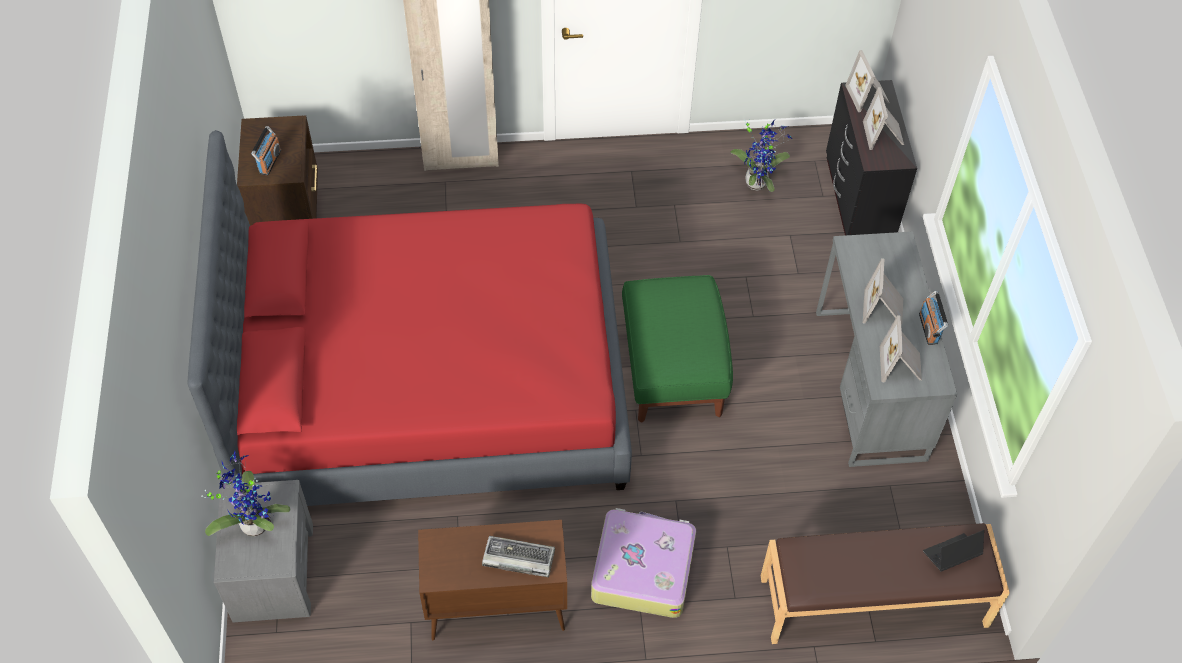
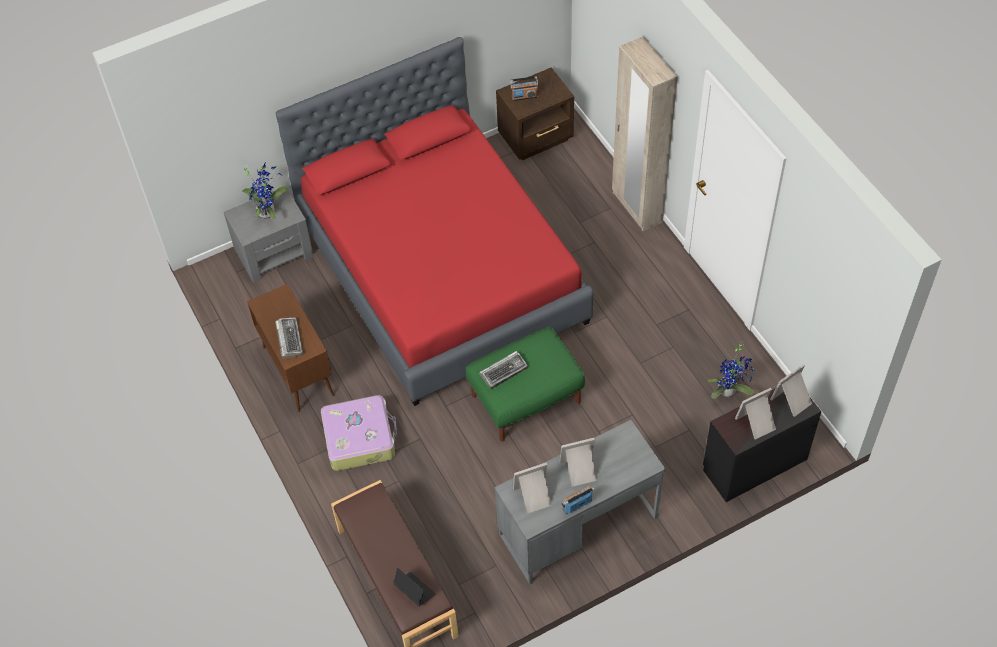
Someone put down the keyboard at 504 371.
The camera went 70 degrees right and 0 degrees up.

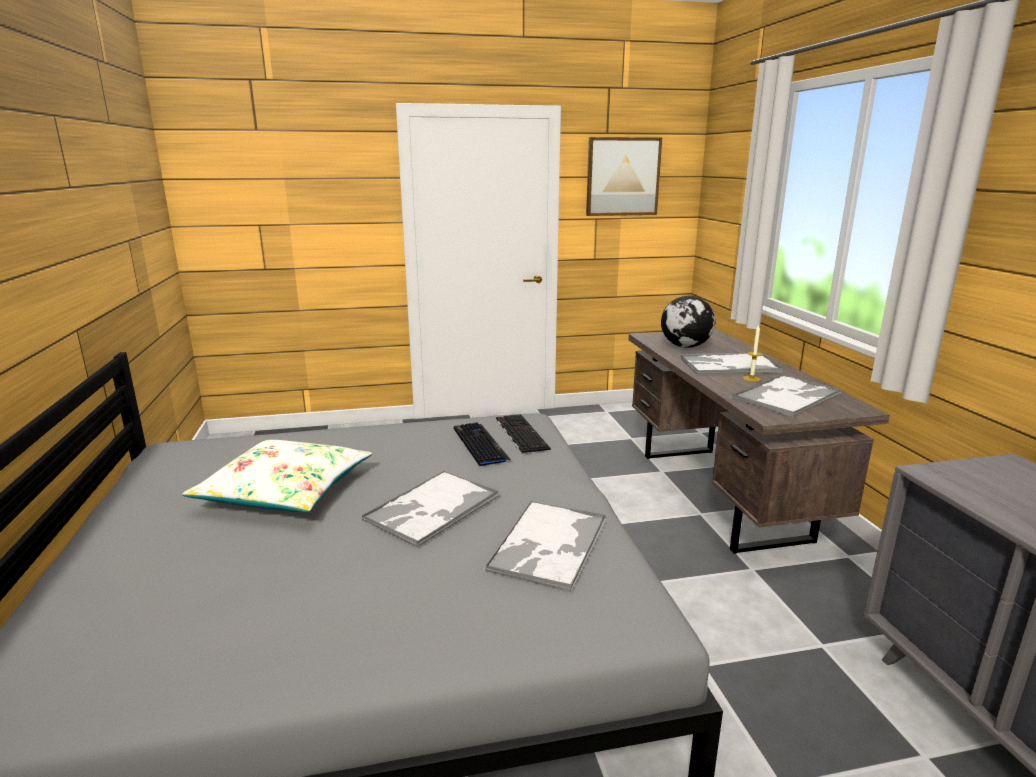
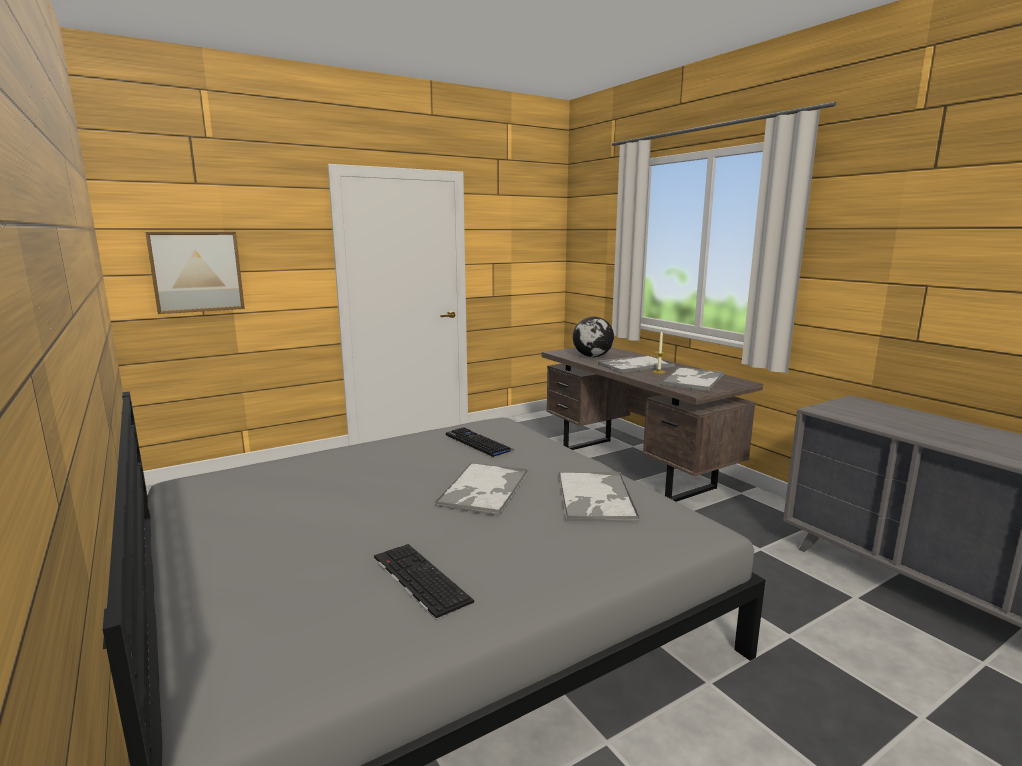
Someone carried the picture from 622 177 to 197 271.
Someone carried the keyboard from 520 433 to 418 579.
Someone took away the white pillow at 286 491.
The camera went 20 degrees left and 5 degrees down.

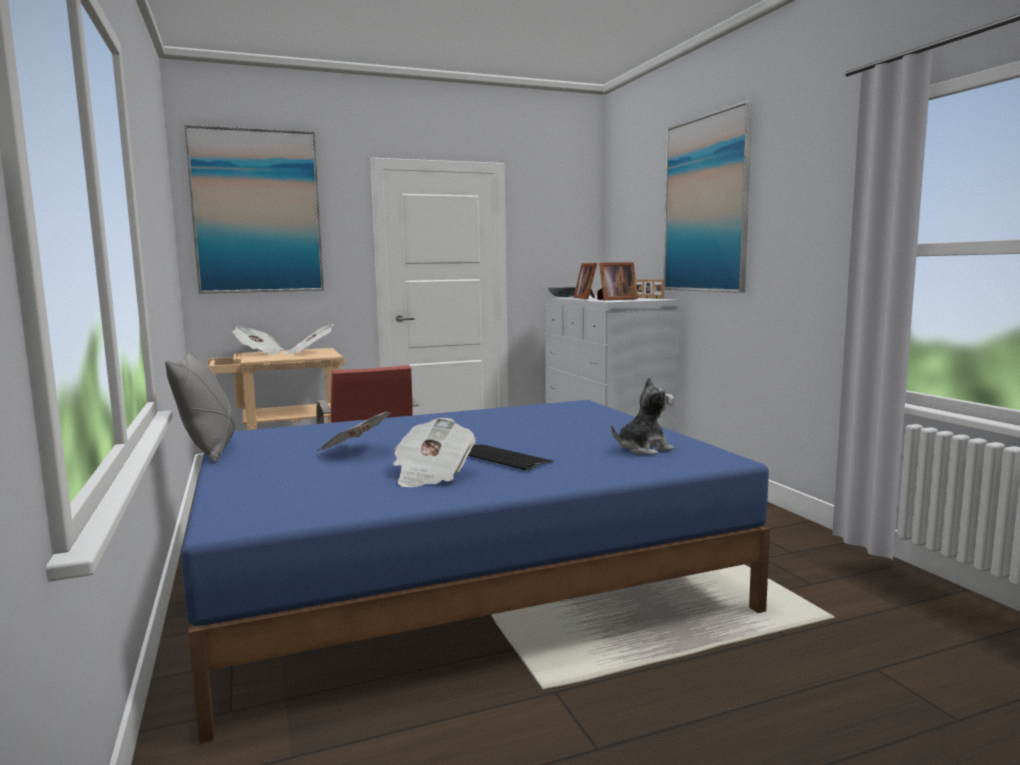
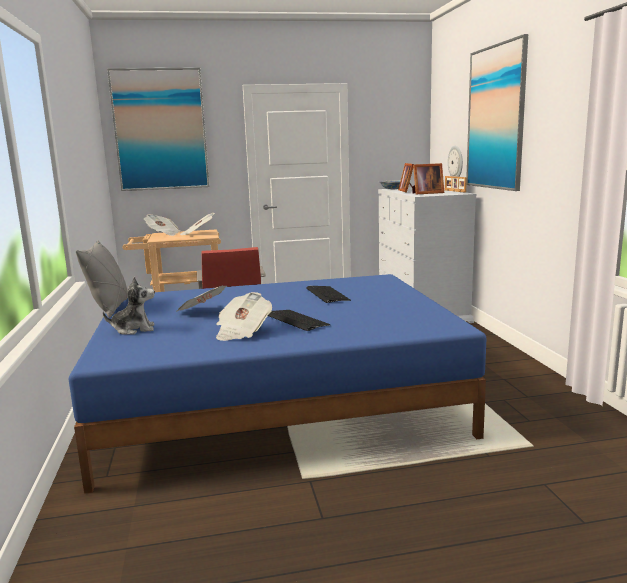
Someone carried the plush toy from 643 449 to 134 329.
Someone put down the keyboard at 327 295.
Someone put up the wall clock at 456 162.
The camera went 10 degrees right and 5 degrees up.

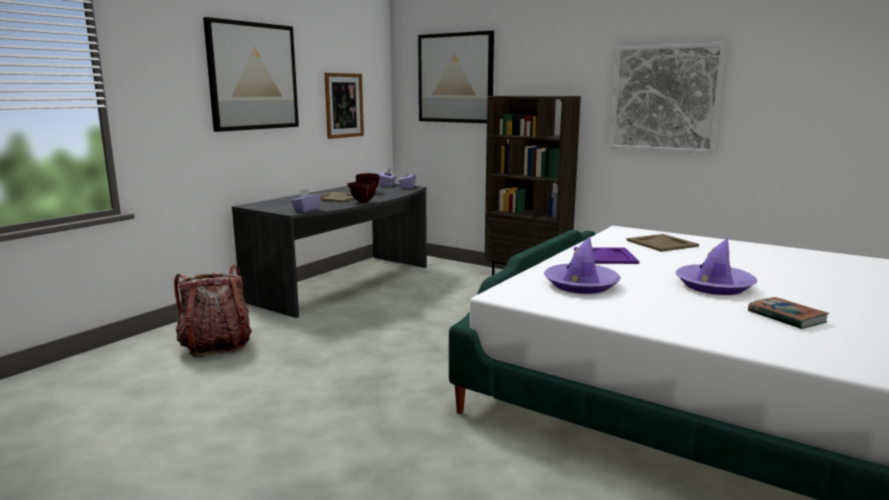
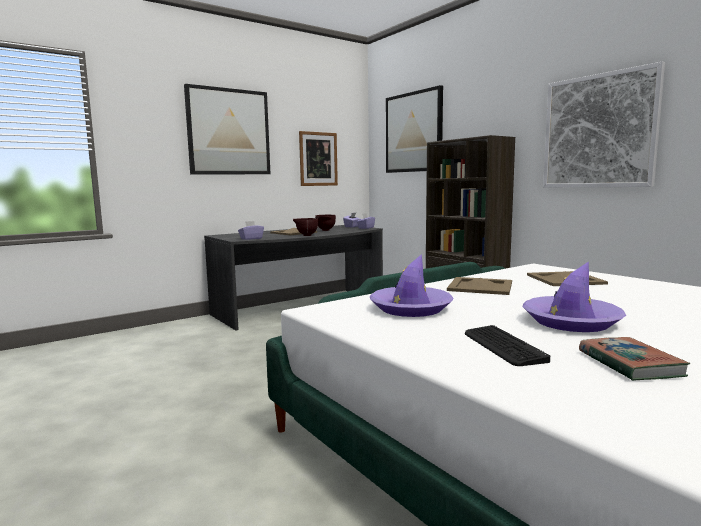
Someone repainted the purple tray at 604 256, which became the beige tray at 480 286.
Someone put down the keyboard at 502 346.
Someone took away the backpack at 216 345.
The camera went 20 degrees right and 5 degrees down.

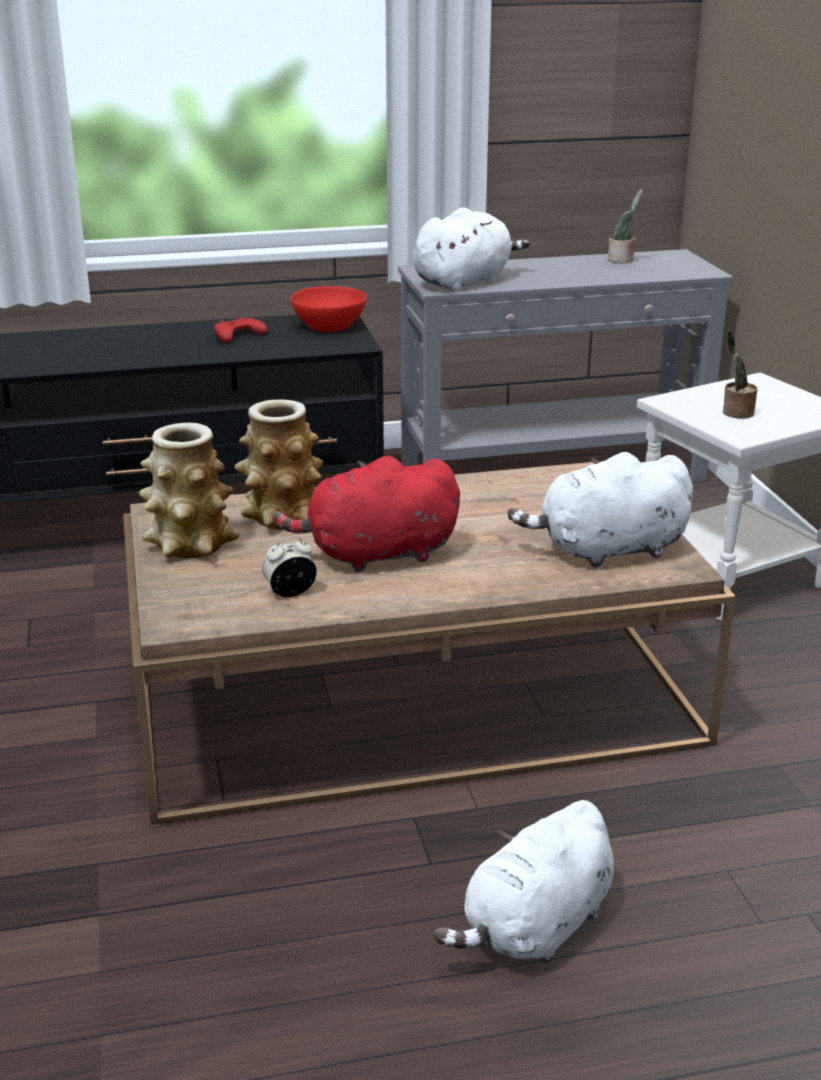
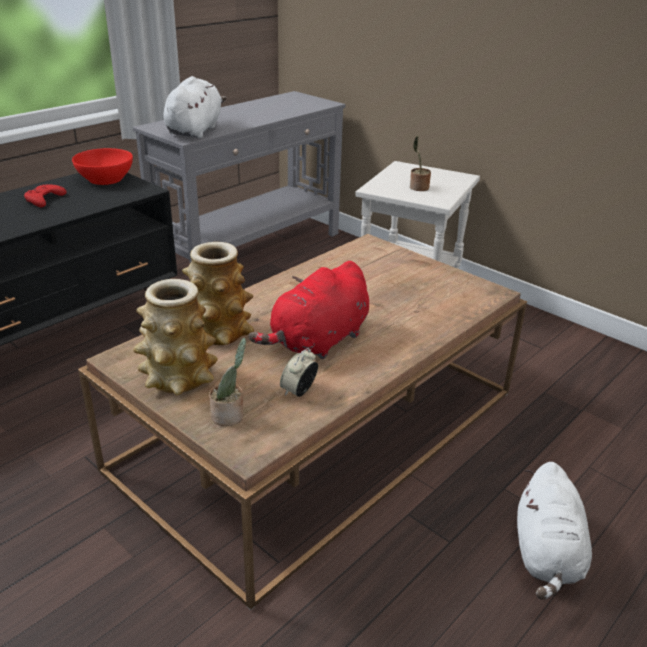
Someone carried the potted plant from 622 260 to 230 415.
Someone took away the white plush toy at 607 551.
The camera went 35 degrees left and 5 degrees up.

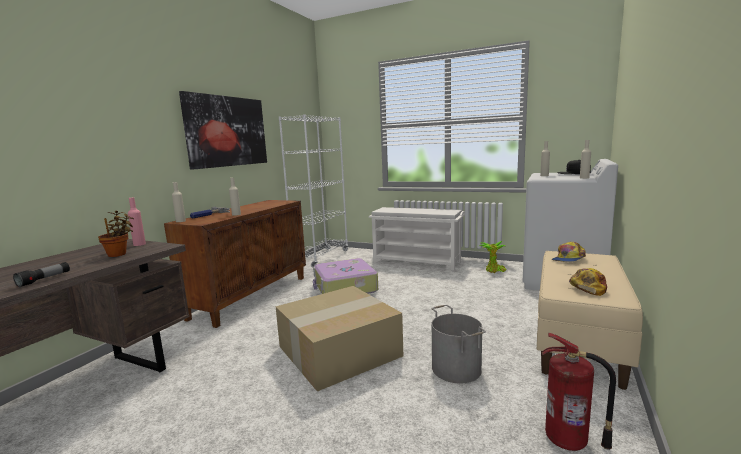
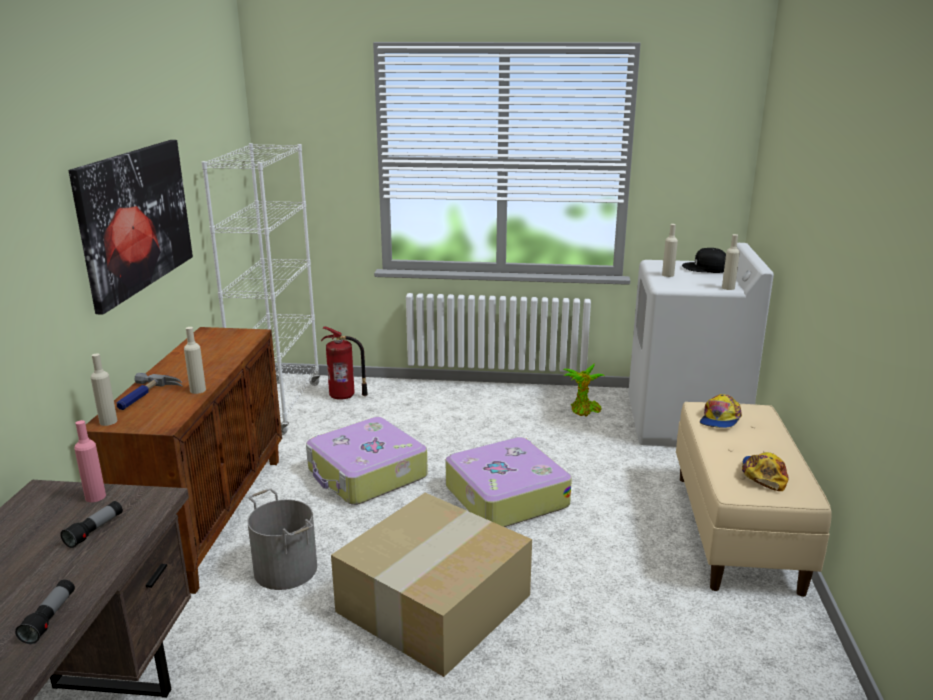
Someone swapped the potted plant at 119 254 for the flashlight at 95 531.
Someone carried the grey bucket from 455 369 to 284 570.
Someone carried the fire extinguisher from 569 441 to 344 396.
Someone put down the suitcase at 505 496.
Someone took away the white shoe rack at 417 261.
The camera went 20 degrees left and 10 degrees up.

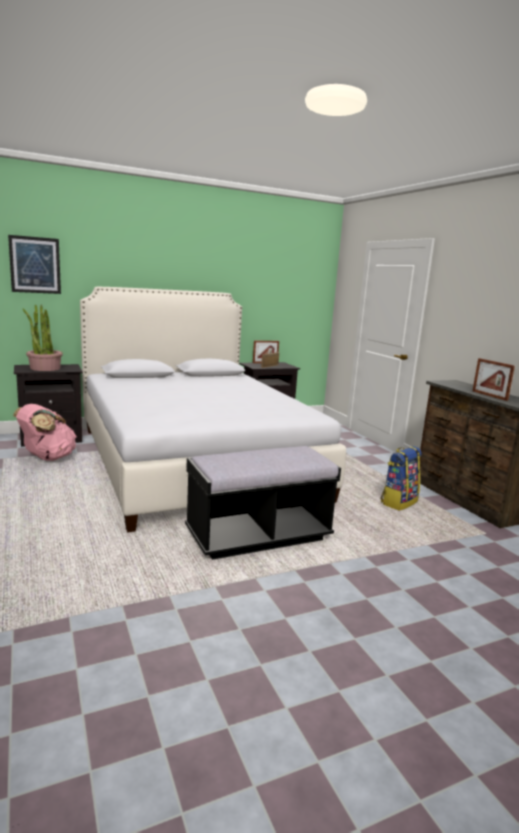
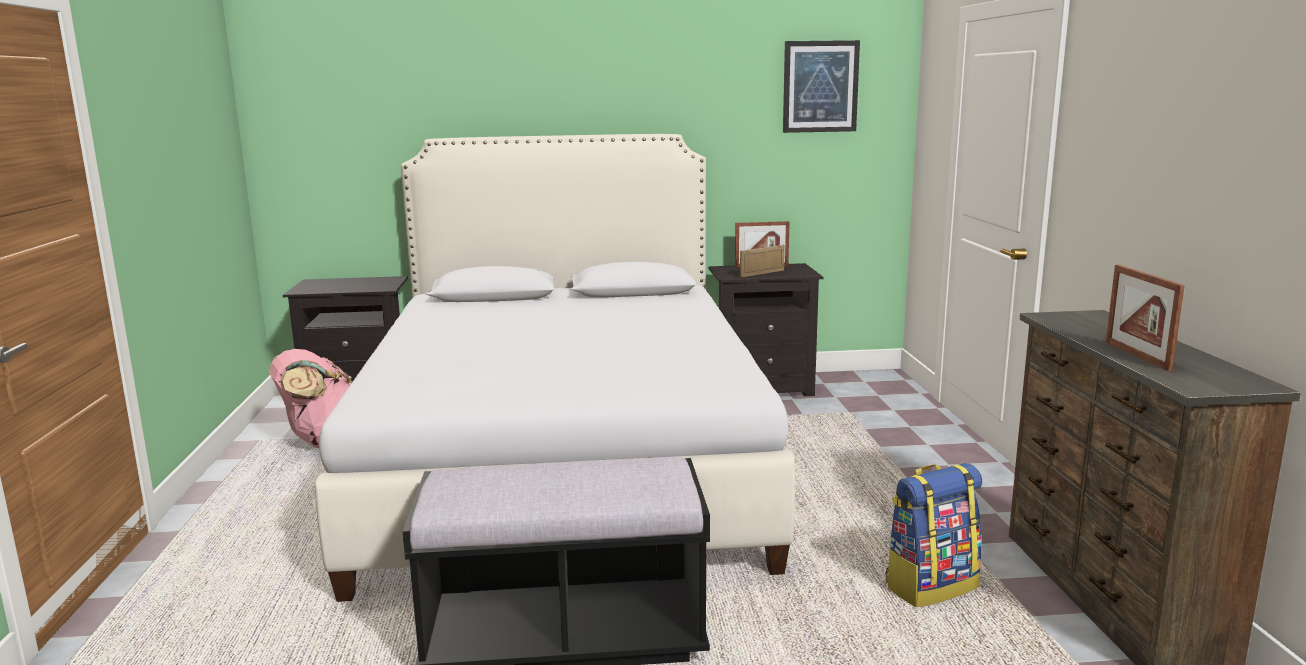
Someone carried the picture from 35 265 to 820 86.
Someone took away the potted plant at 45 368.
The camera went 20 degrees right and 0 degrees up.

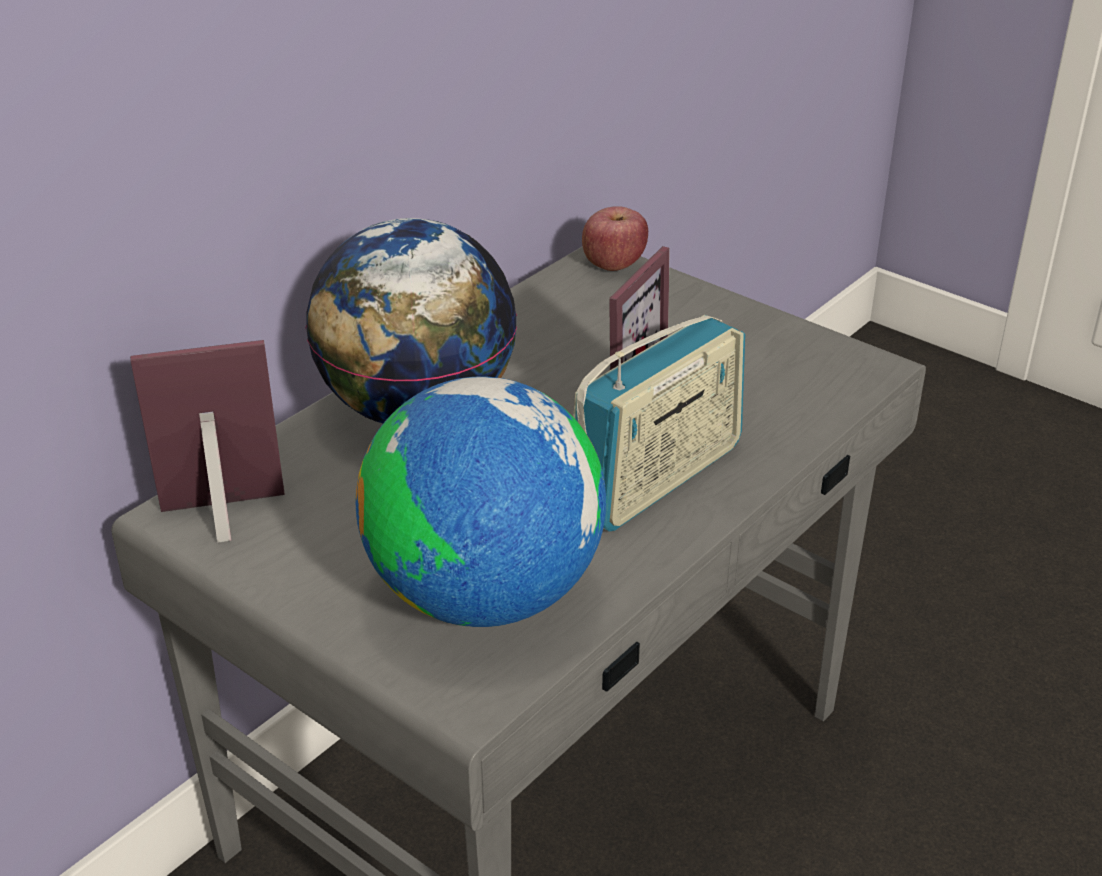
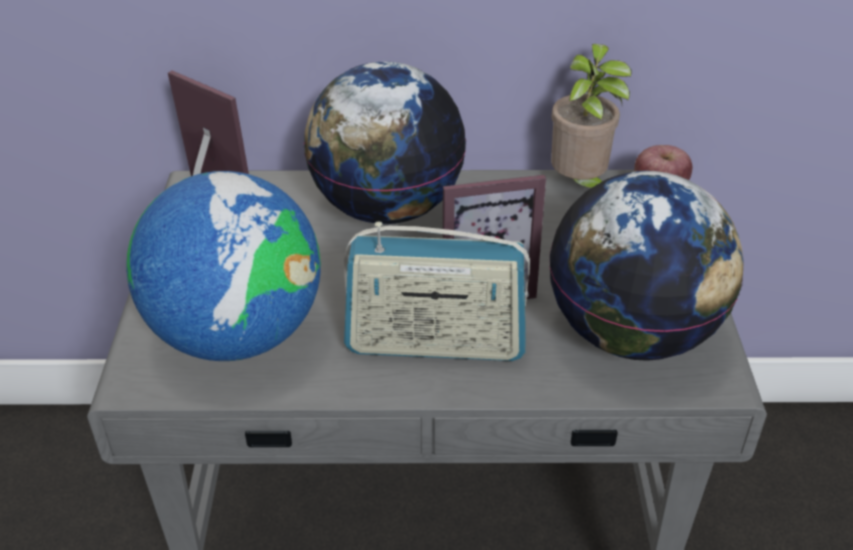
Someone put down the globe at 632 334.
Someone put down the potted plant at 580 186.
The camera went 50 degrees right and 5 degrees up.

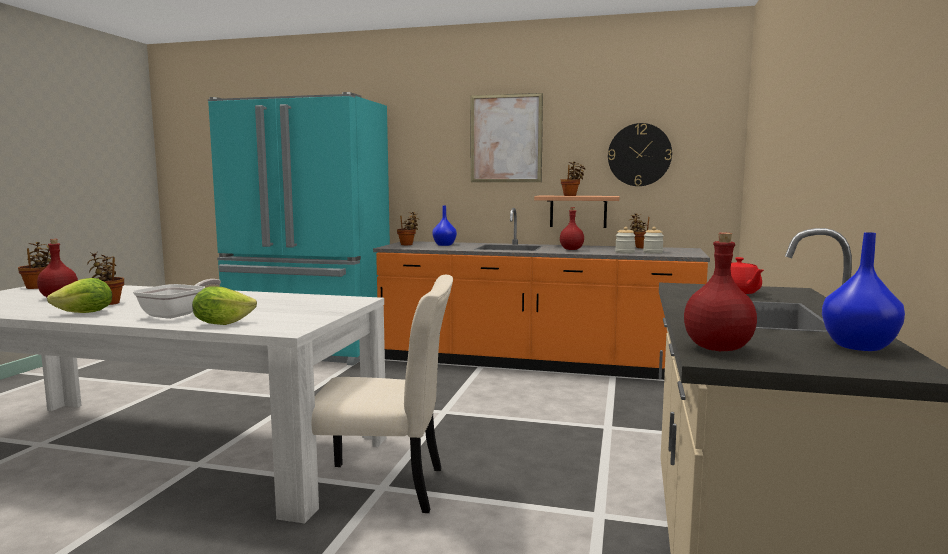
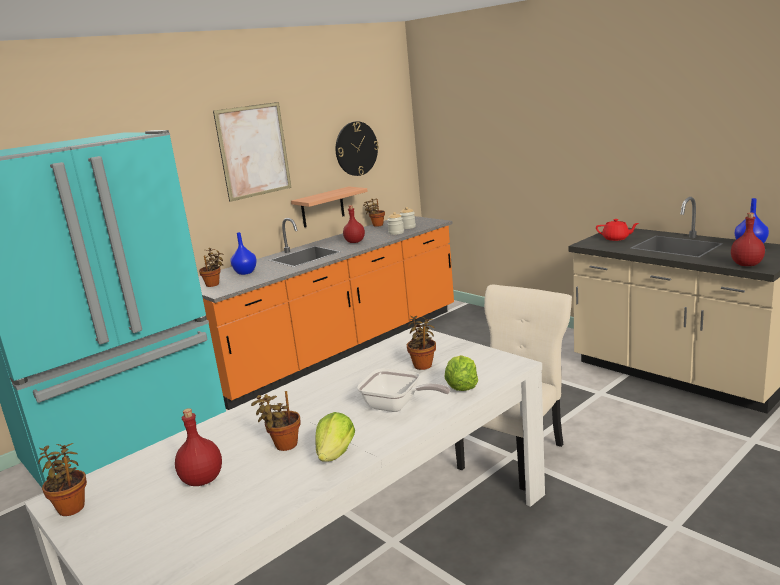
Someone rotated the frying pan at 177 314 by 150 degrees clockwise.
Someone carried the potted plant from 571 195 to 423 364.
The camera went 55 degrees left and 10 degrees up.

